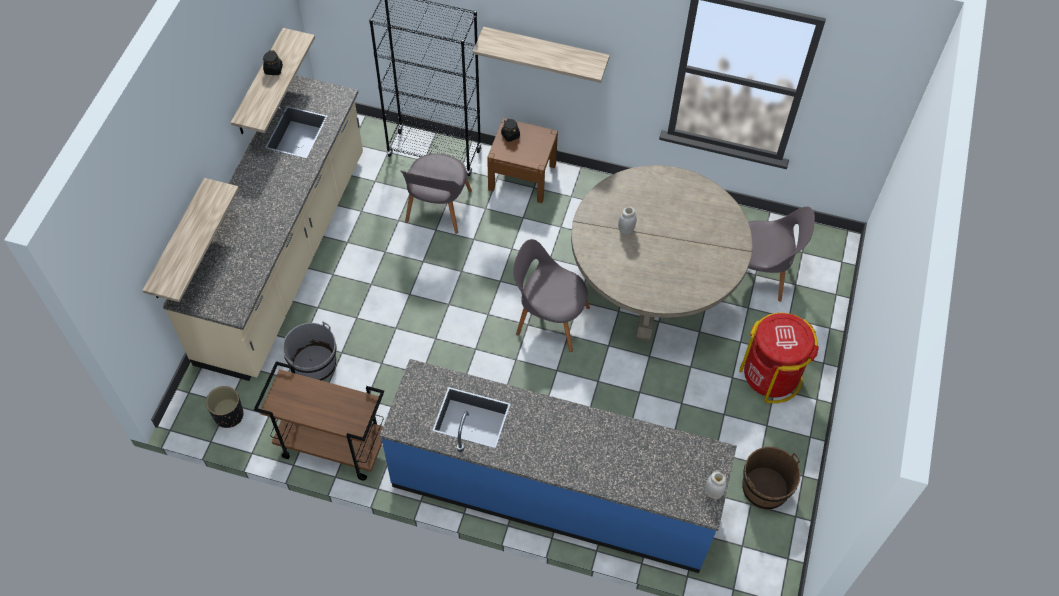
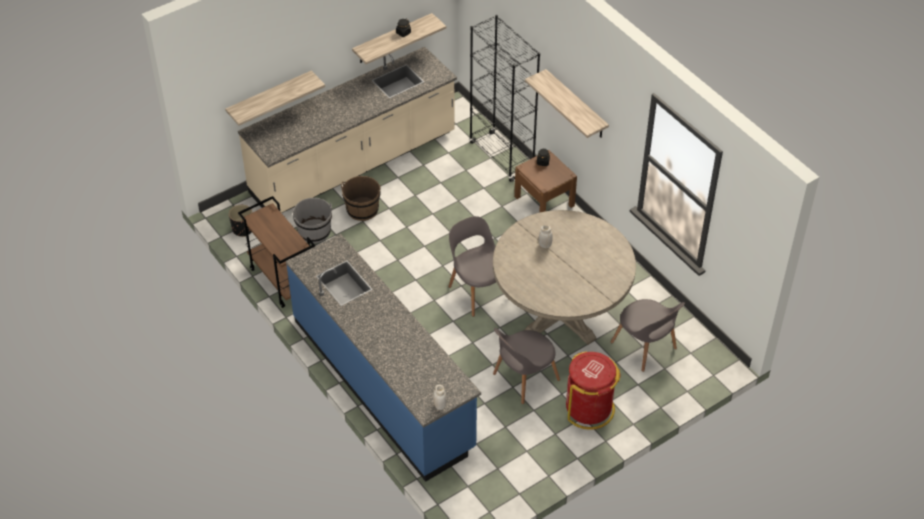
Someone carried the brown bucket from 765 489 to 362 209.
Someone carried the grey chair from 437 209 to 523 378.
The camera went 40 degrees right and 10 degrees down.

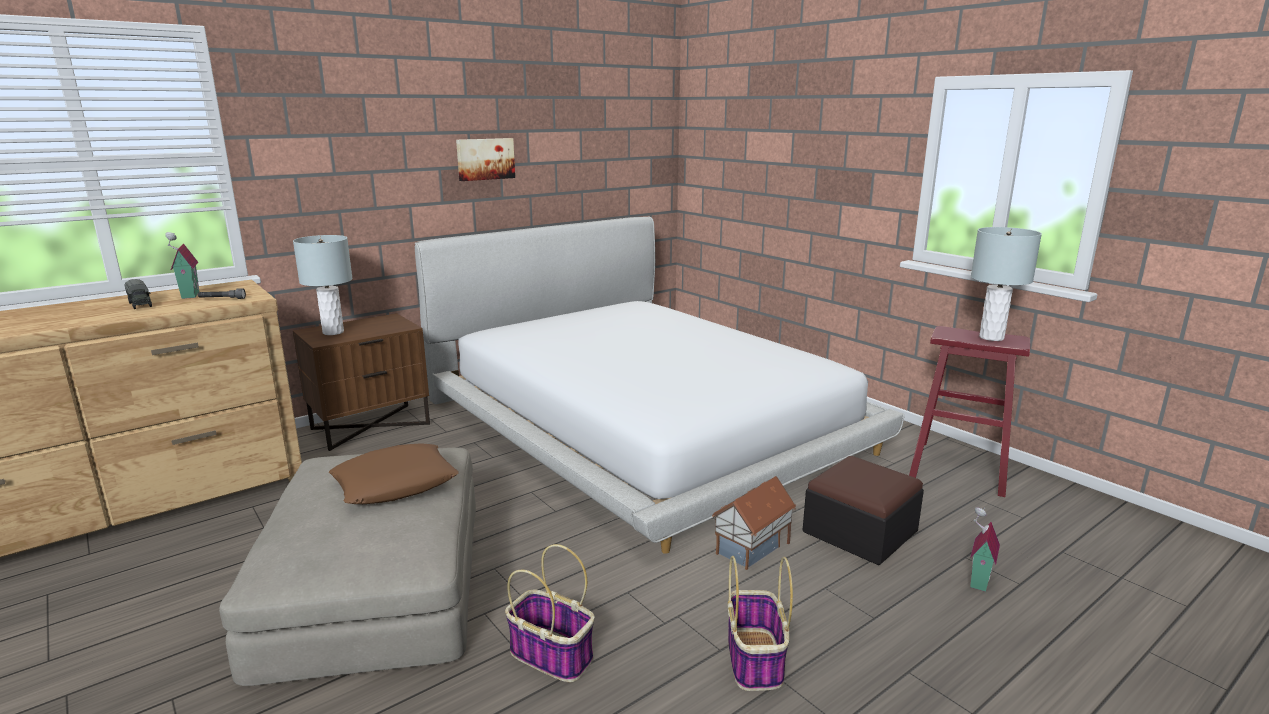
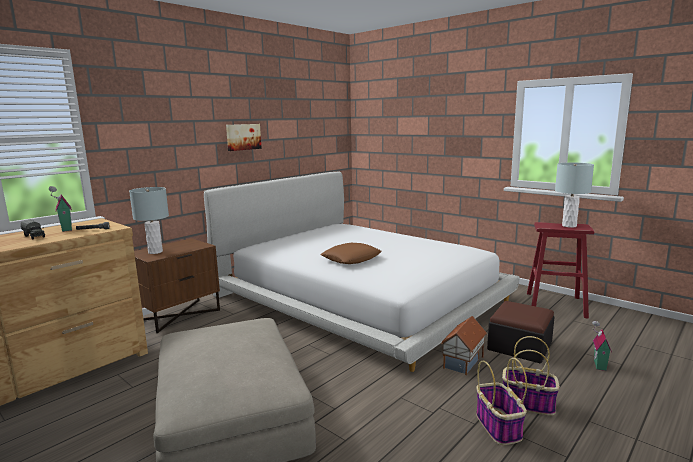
Someone carried the brown pillow from 395 483 to 351 258.
Someone carried the basket from 553 655 to 528 403.
The camera went 10 degrees left and 5 degrees down.

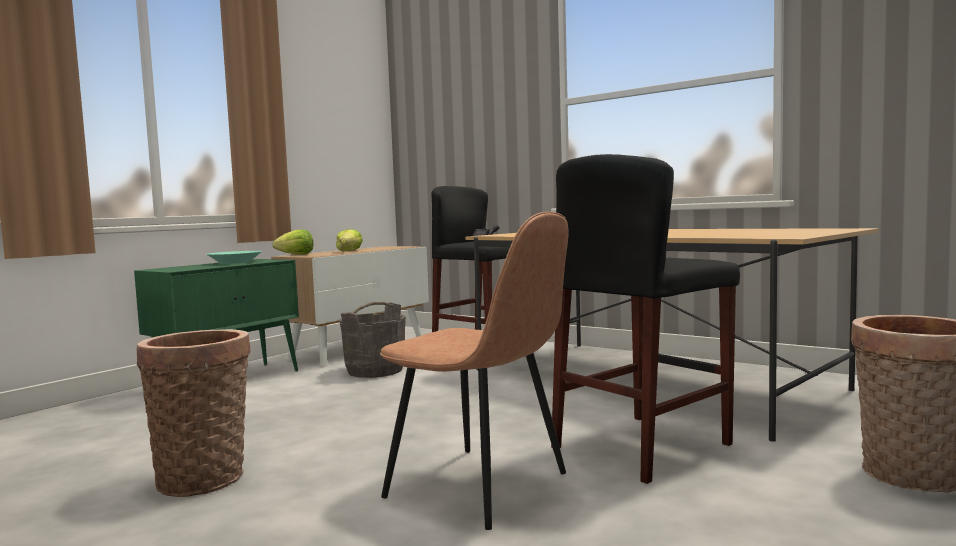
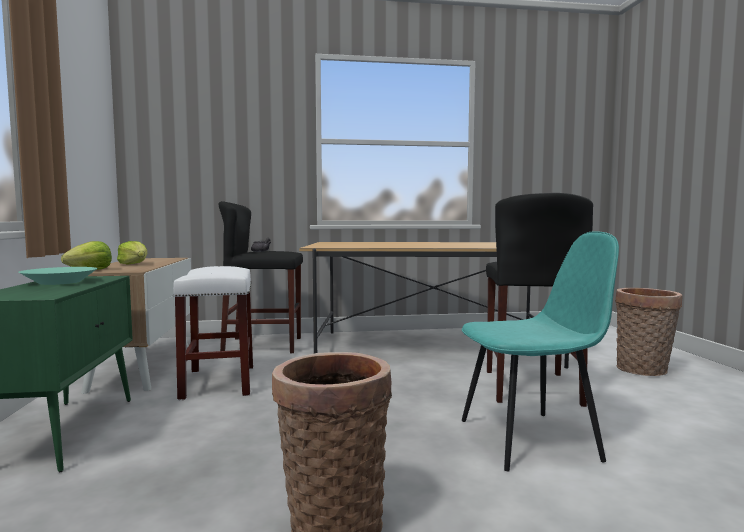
Someone swapped the grey bucket at 375 370 for the white stool at 218 382.
Someone repainted the brown chair at 480 486, which became the turquoise chair at 531 439.
The camera went 45 degrees left and 0 degrees up.

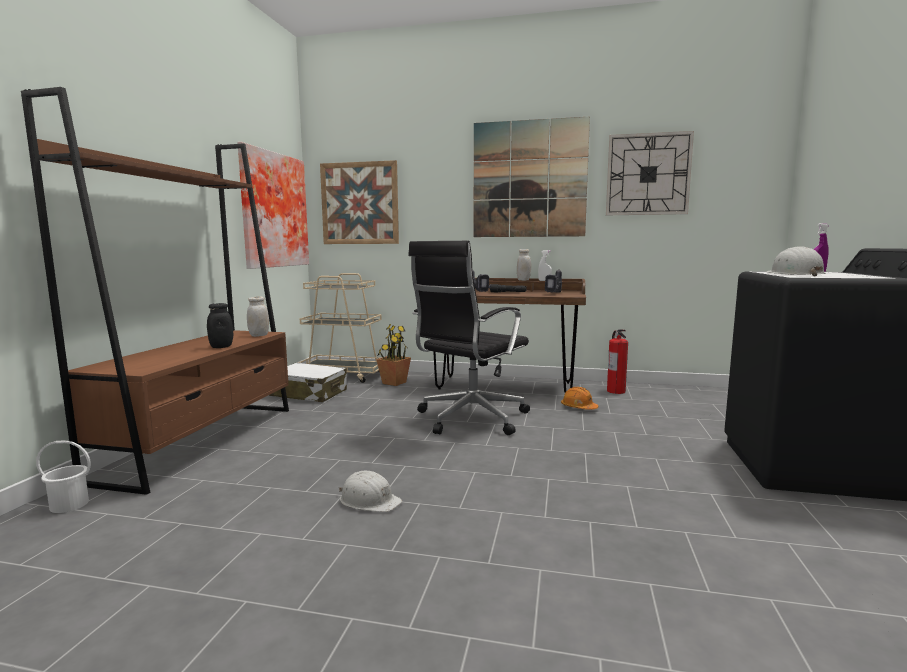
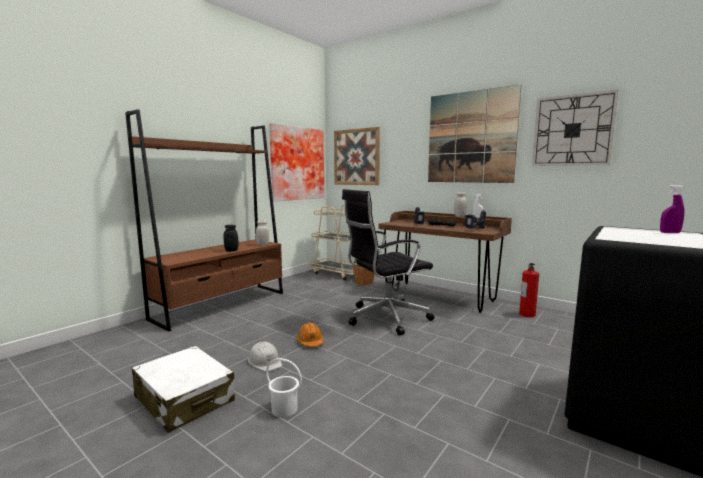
Someone carried the white suitcase from 309 393 to 184 399.
Someone carried the white bucket from 69 505 to 284 409.
Someone carried the orange hard hat from 578 408 to 310 342.
Someone took away the white hard hat at 794 274.
The camera went 25 degrees right and 0 degrees up.

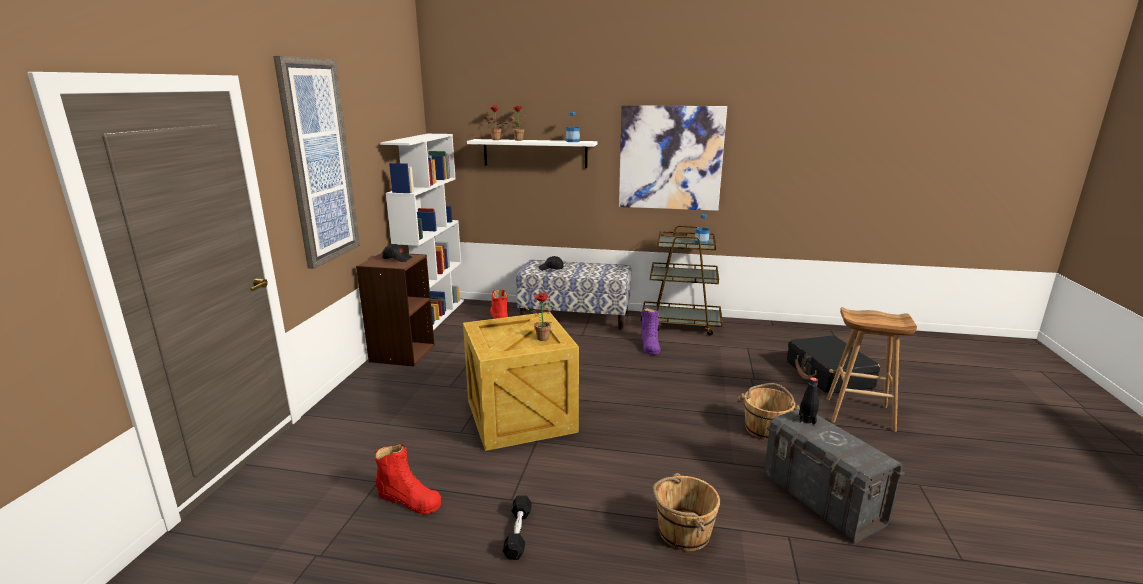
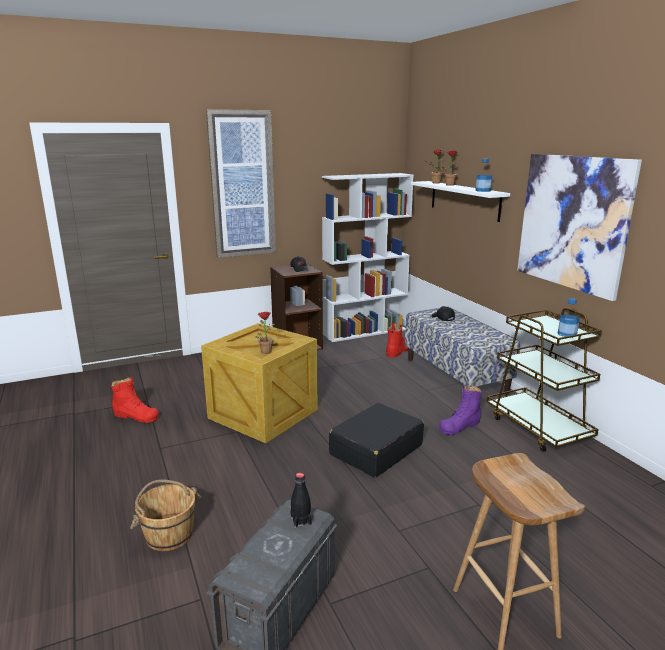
Someone rotated the red boot at 409 499 by 60 degrees counterclockwise.
Someone carried the black suitcase from 828 375 to 375 450.
Someone took away the black dumbbell at 518 533.
Someone took away the brown bucket at 765 429.
The camera went 55 degrees right and 0 degrees up.

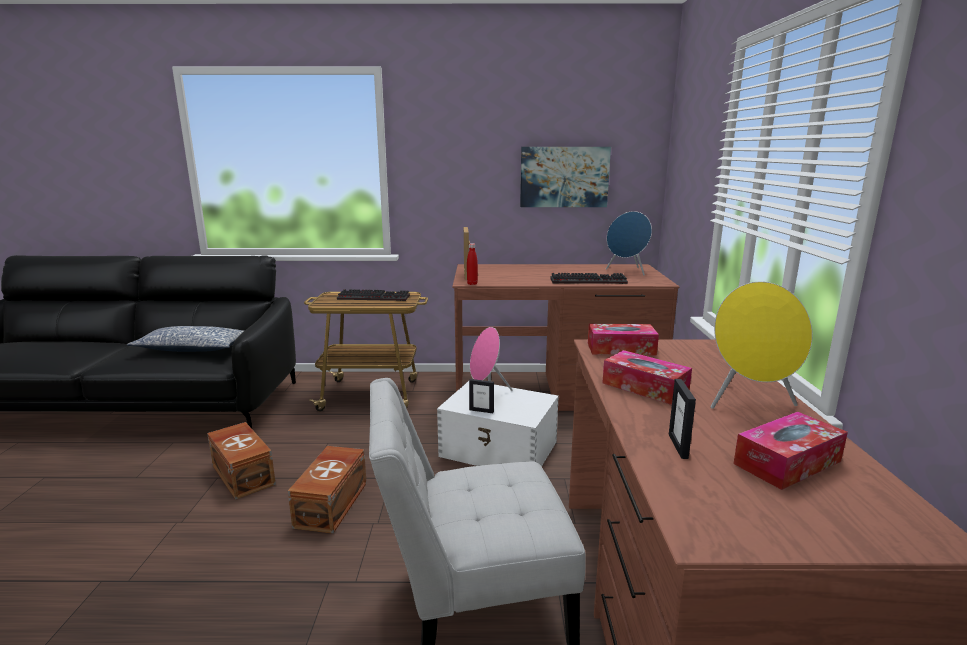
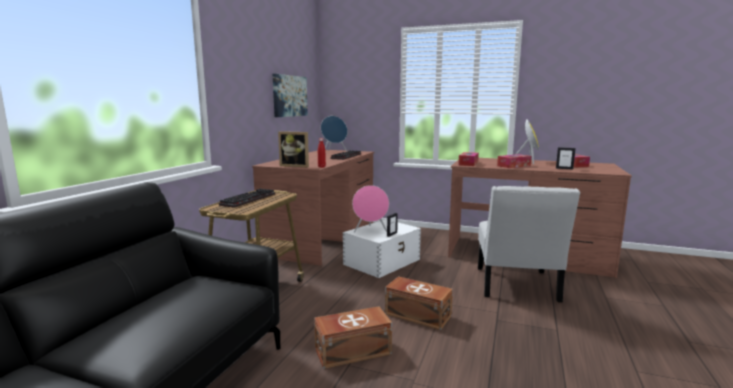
Someone took away the pillow at 192 349.
The camera went 70 degrees left and 5 degrees down.

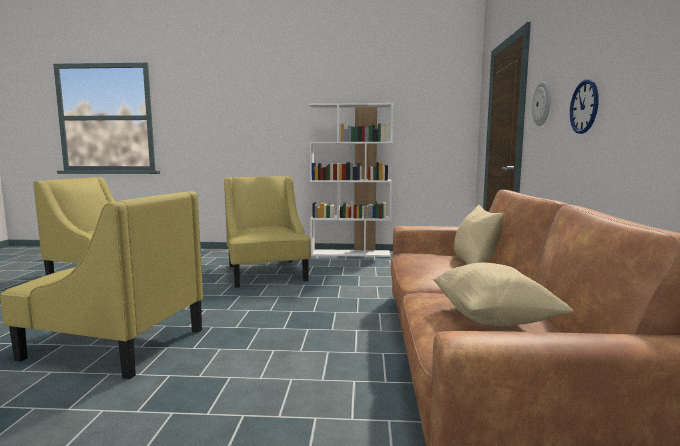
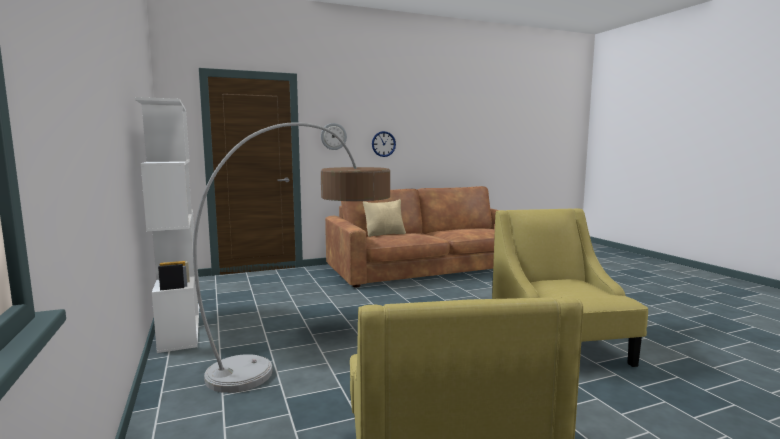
Someone swapped the yellow armchair at 266 273 for the floor lamp at 314 349.
Someone took away the beige pillow at 492 319.
The camera went 115 degrees left and 0 degrees up.

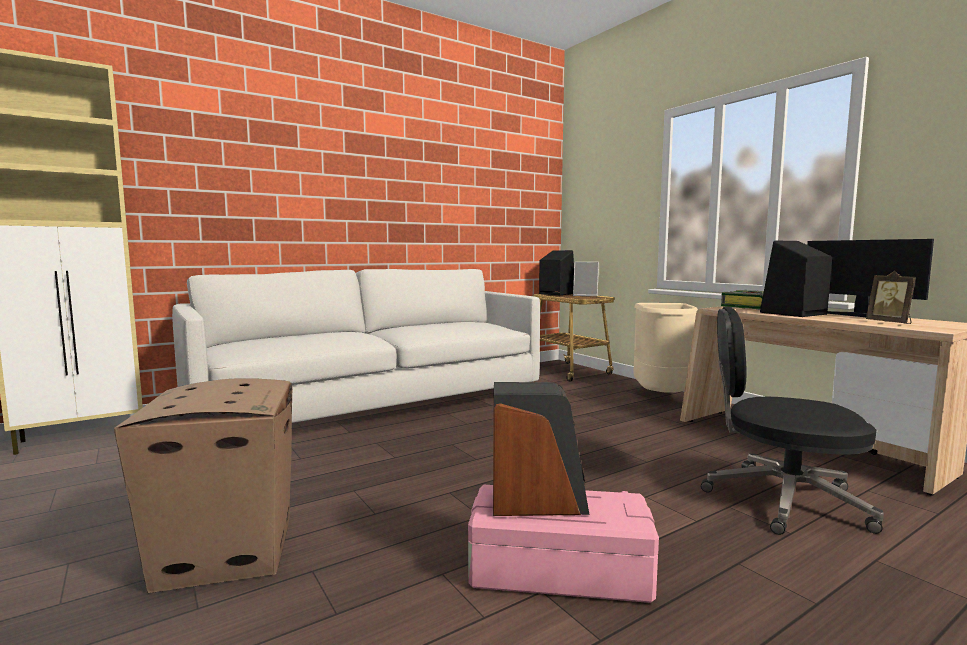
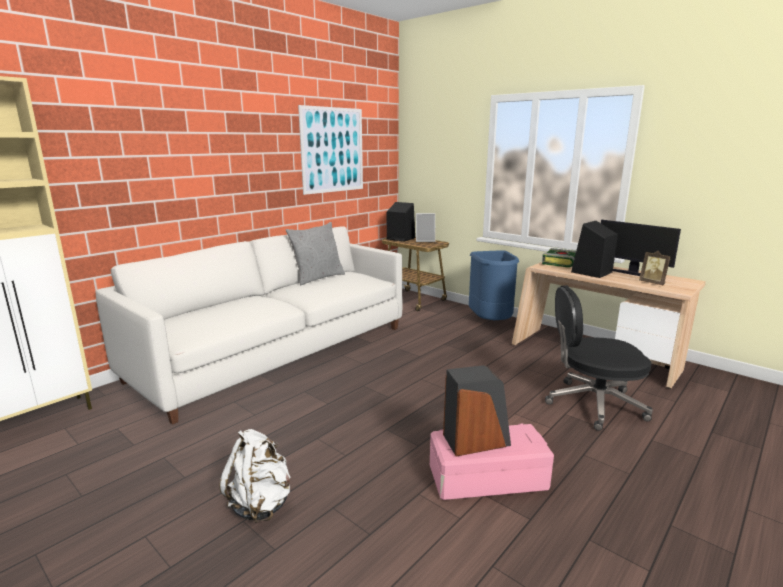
Someone swapped the cardboard box at 227 551 for the white backpack at 261 504.
Someone put down the grey pillow at 317 278.
Someone put up the picture at 332 150.
Someone repainted the beige trash can at 662 398, which became the blue trash can at 491 322.
The camera went 15 degrees left and 10 degrees up.

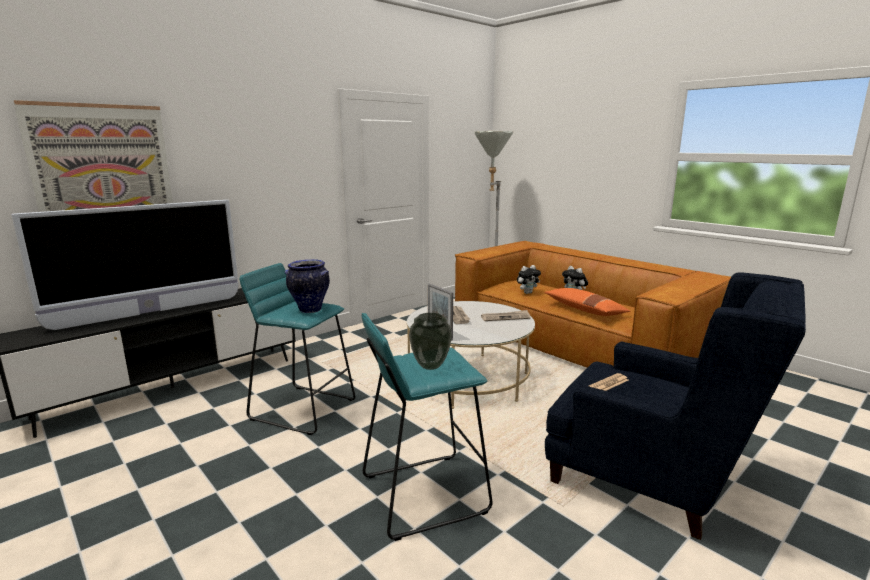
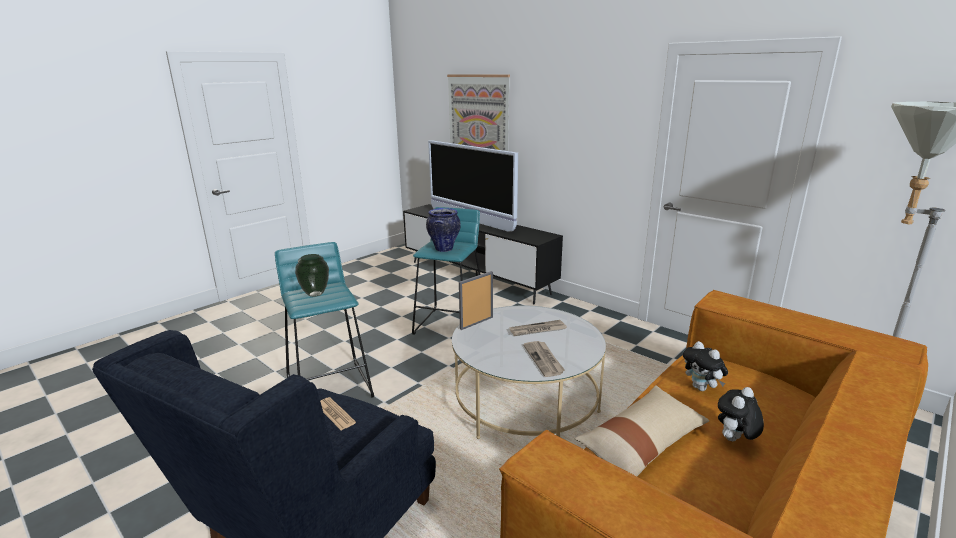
Someone repainted the orange pillow at 584 310, which became the beige pillow at 642 443.
The camera went 85 degrees right and 5 degrees up.

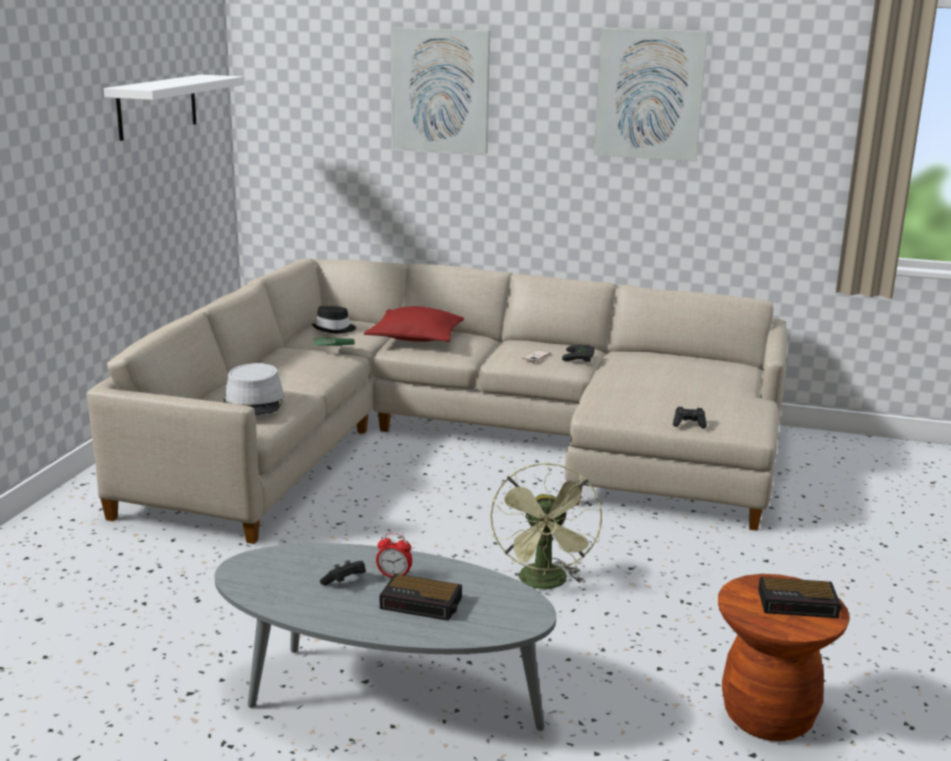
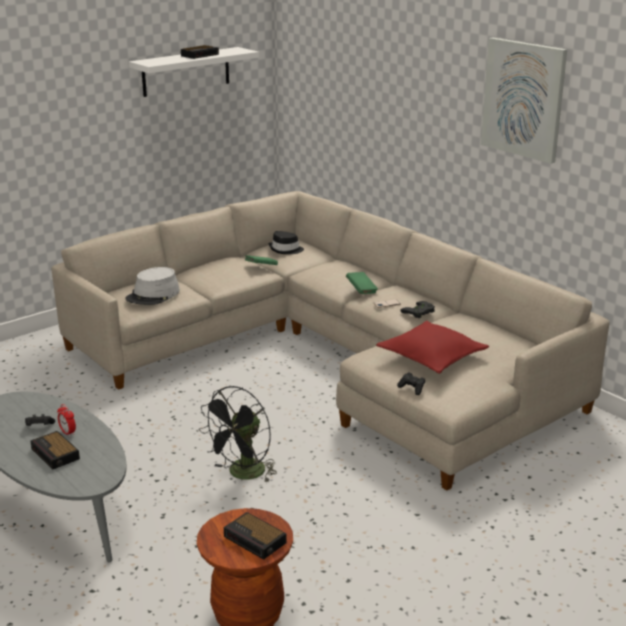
Someone put down the alarm clock at 200 55.
Someone repainted the green fan at 545 584, which became the black fan at 242 474.
Someone put down the green book at 361 290.
Someone carried the red pillow from 417 337 to 432 357.
Someone took away the picture at 441 90.
The camera went 35 degrees right and 5 degrees up.

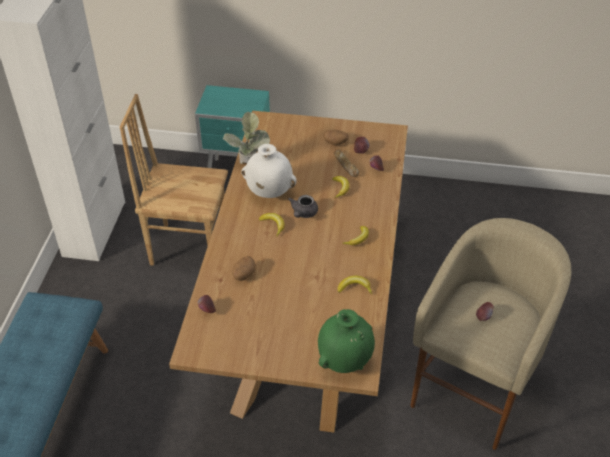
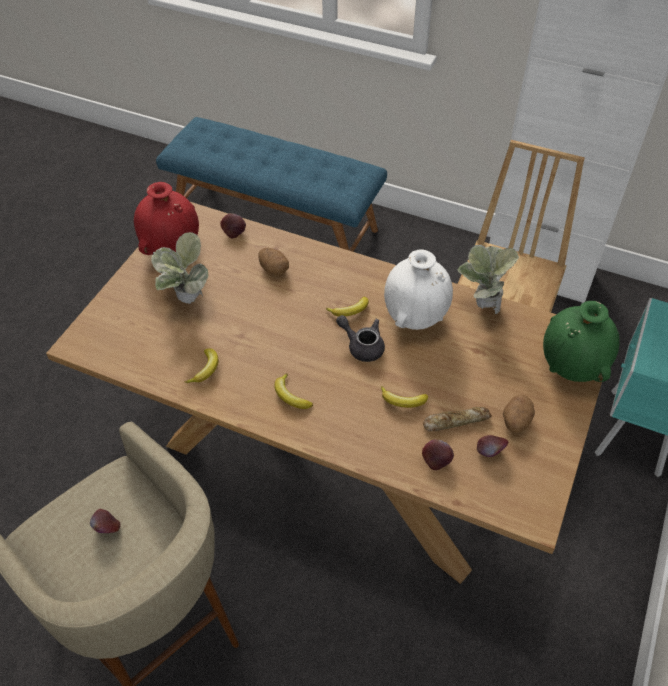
Someone put down the red vase at 172 249.
Someone put down the potted plant at 186 303.
Someone carried the green vase from 345 360 to 571 369.
The camera went 105 degrees right and 5 degrees up.

